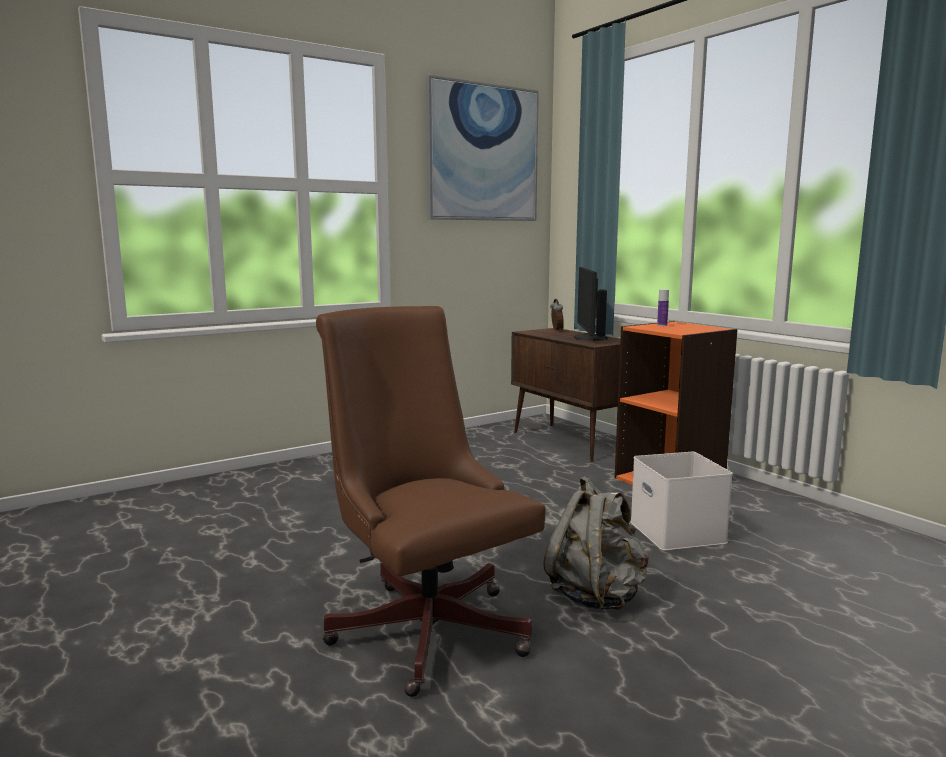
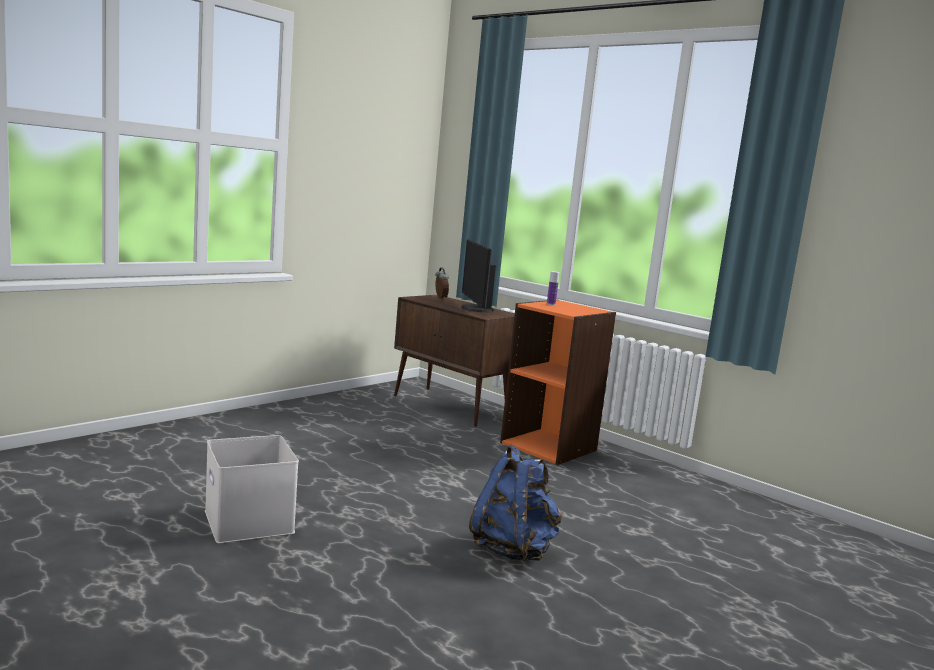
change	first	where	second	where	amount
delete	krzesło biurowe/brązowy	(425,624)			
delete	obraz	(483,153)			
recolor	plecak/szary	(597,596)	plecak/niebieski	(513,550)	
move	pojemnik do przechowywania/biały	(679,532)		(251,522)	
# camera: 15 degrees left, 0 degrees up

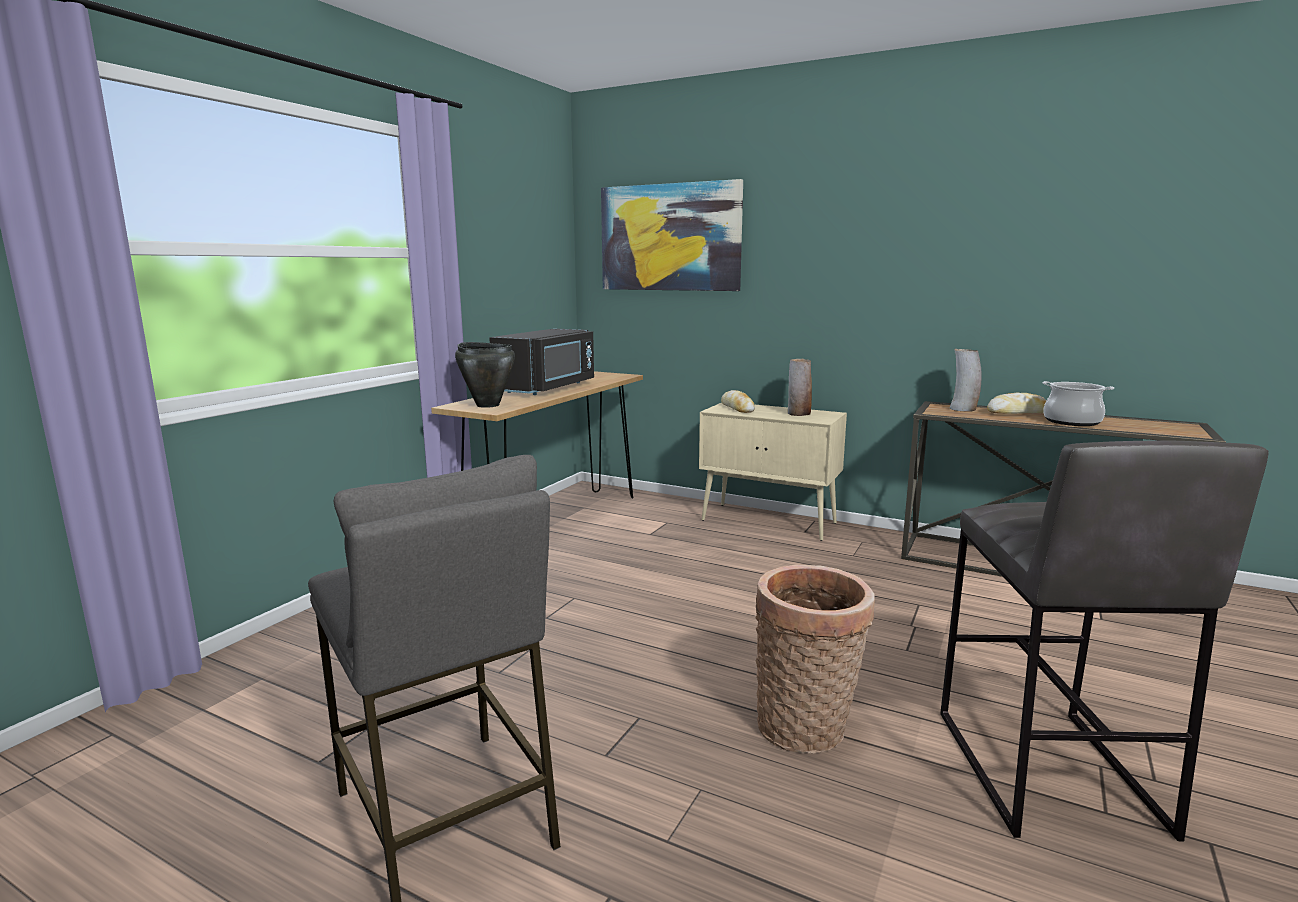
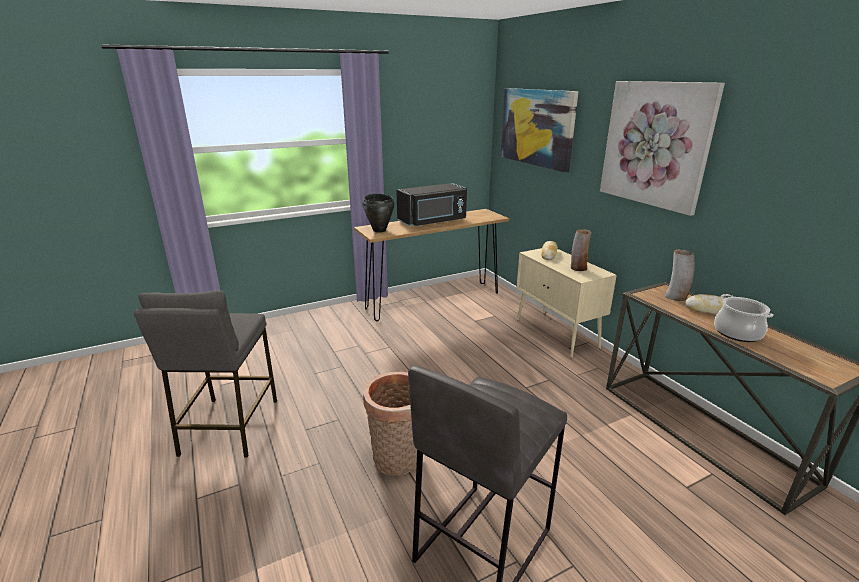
change	first	where	second	where	amount
insert			obraz	(655,144)	
# camera: 35 degrees right, 10 degrees up

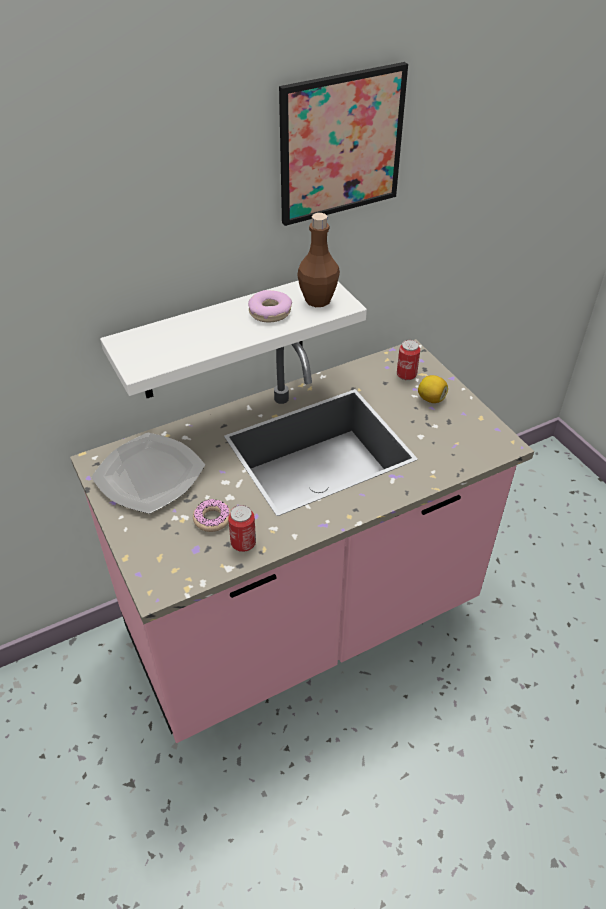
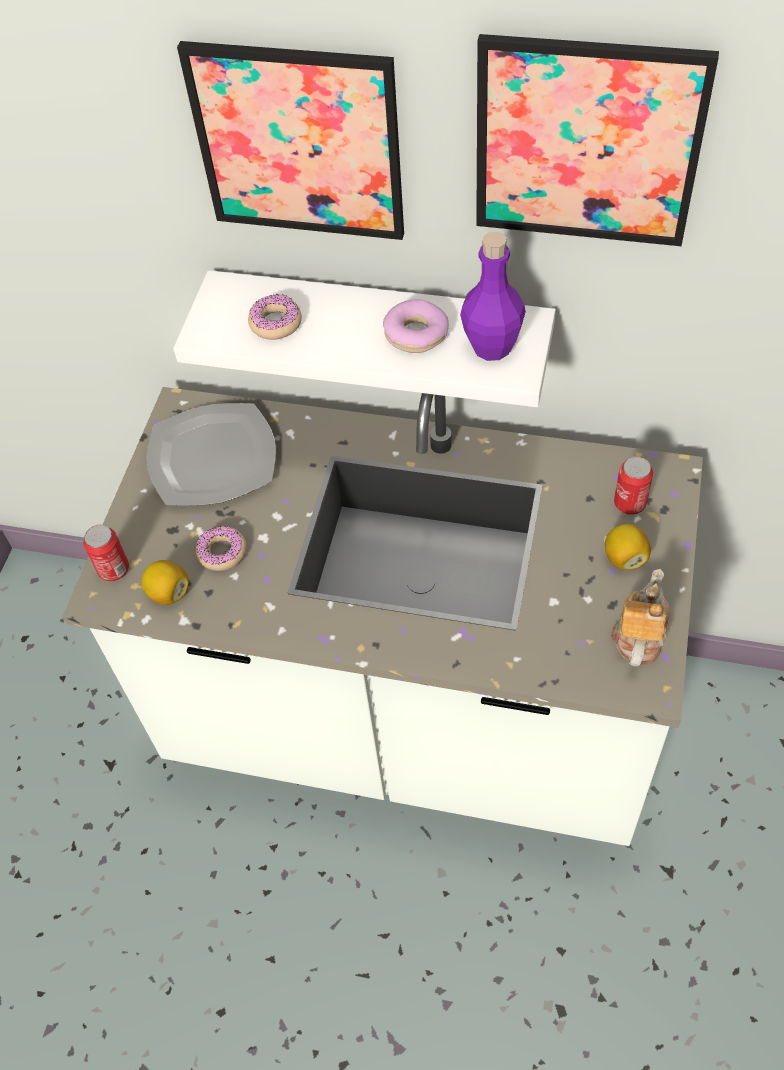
change	first	where	second	where	amount
recolor	zabudowa kuchenna/różowy	(303,622)	zabudowa kuchenna/biały	(410,724)	
move	puszka	(243,543)		(114,569)	
recolor	butelka/brązowy	(318,300)	butelka/fioletowy	(492,347)	
insert			cytryna	(169,593)	
insert			obraz	(298,142)	
insert			donut	(276,323)	
insert			imbryk	(639,635)	
# camera: 45 degrees right, 10 degrees up

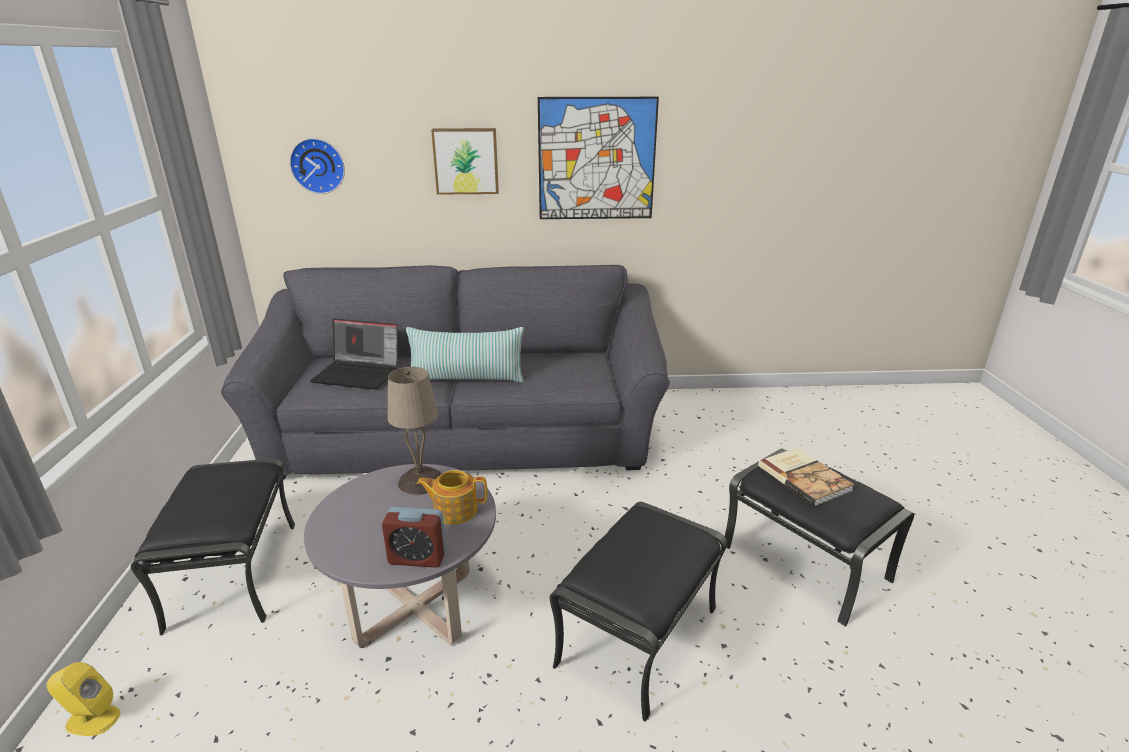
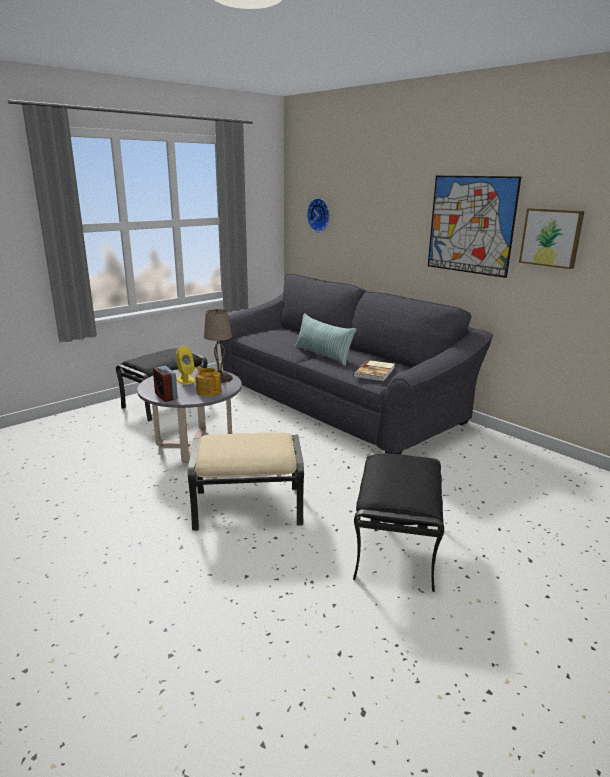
change	first	where	second	where	amount
move	głośnik/żółty	(92,719)		(185,380)	
delete	laptop	(359,374)			
move	obraz	(466,161)		(551,237)	
recolor	pufa/czarny	(637,634)	pufa/beżowy	(249,507)	
move	książka	(804,477)		(375,372)	
# camera: 50 degrees right, 5 degrees down

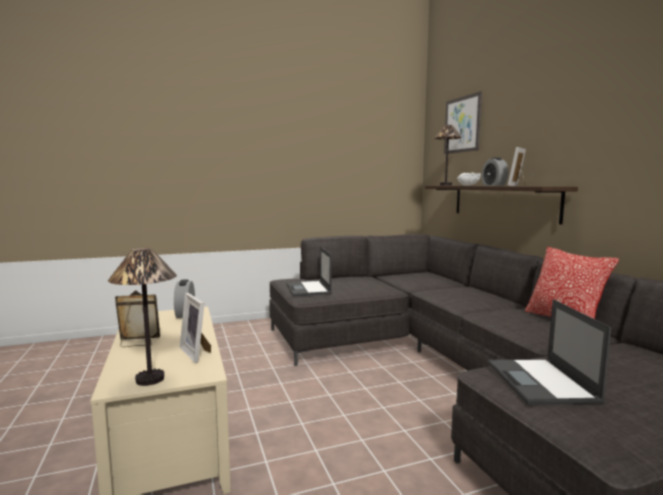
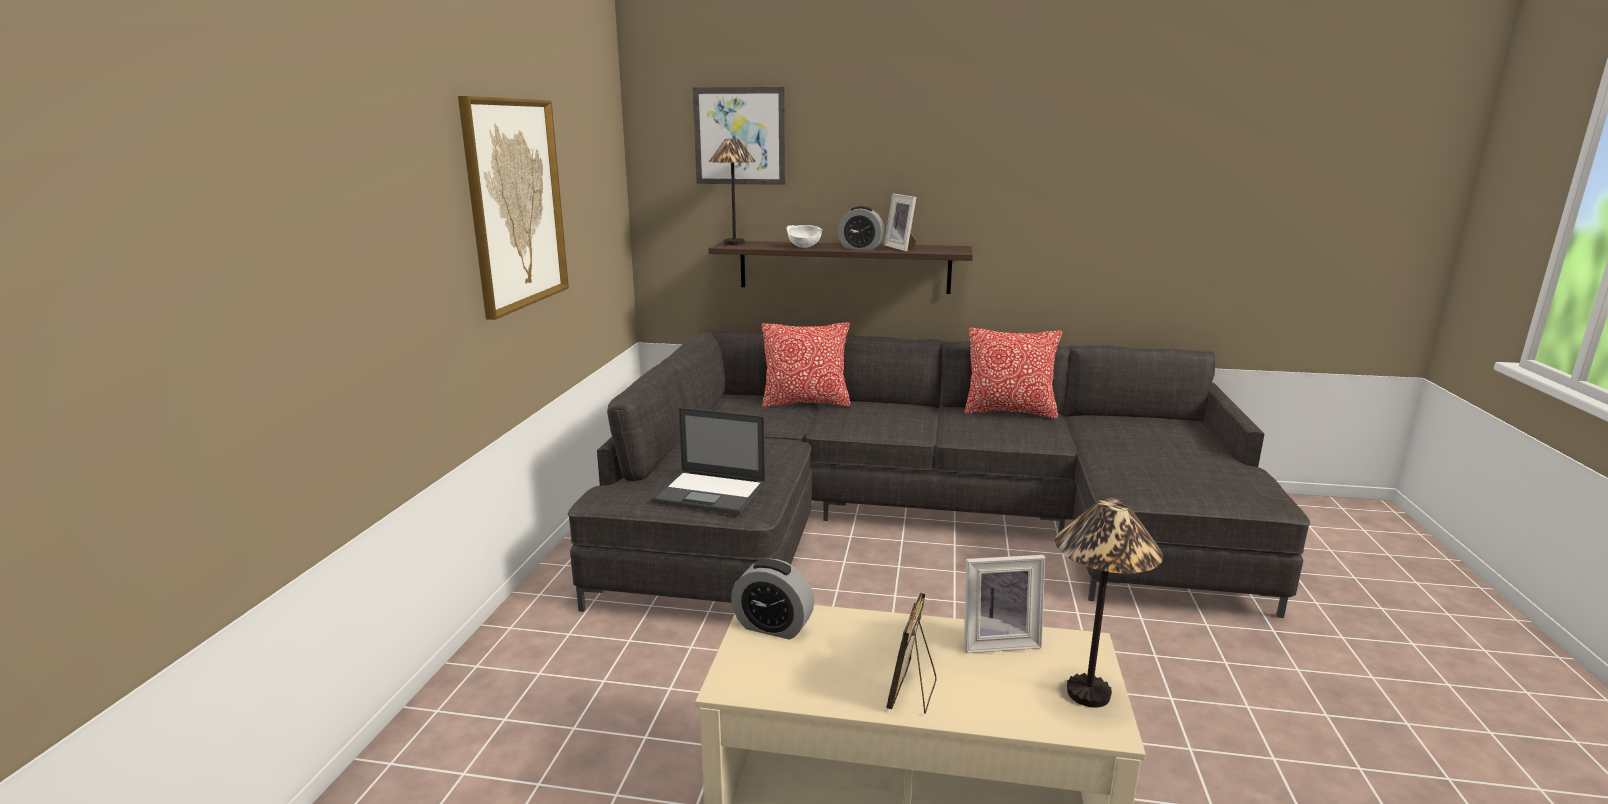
change	first	where	second	where	amount
delete	laptop	(541,382)			
insert			obraz	(515,204)	
insert			poduszka	(806,403)	
# camera: 60 degrees left, 10 degrees up

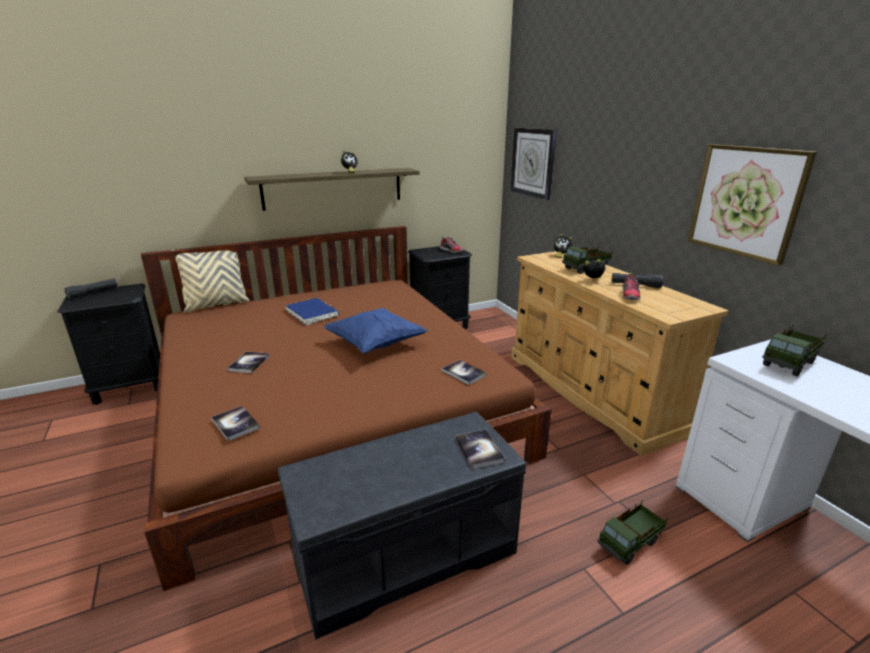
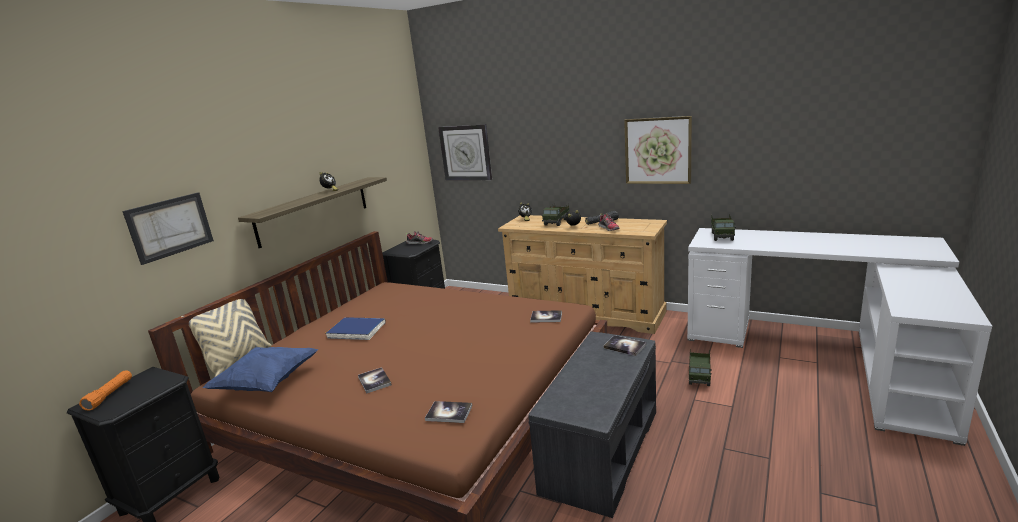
change	first	where	second	where	amount
recolor	latarka/czarny	(93,293)	latarka/pomarańczowy	(110,395)	
move	poduszka/niebieski	(375,344)		(267,383)	
insert			obraz	(170,227)	
# camera: 35 degrees left, 5 degrees down

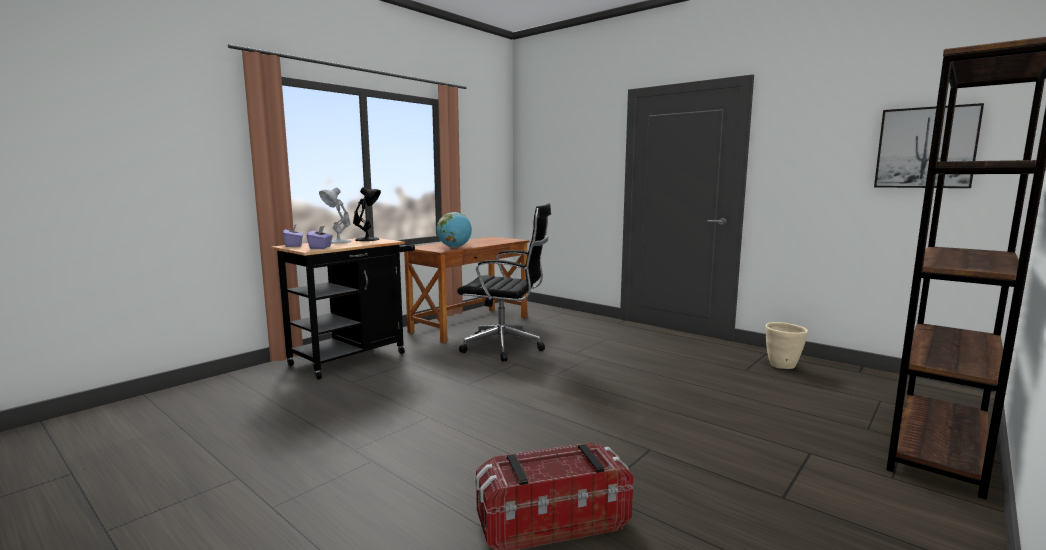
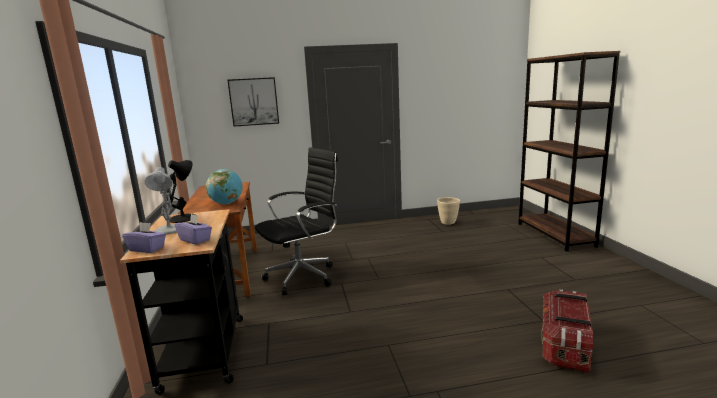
change	first	where	second	where	amount
move	obraz	(926,148)		(254,101)	
# camera: 50 degrees left, 5 degrees up

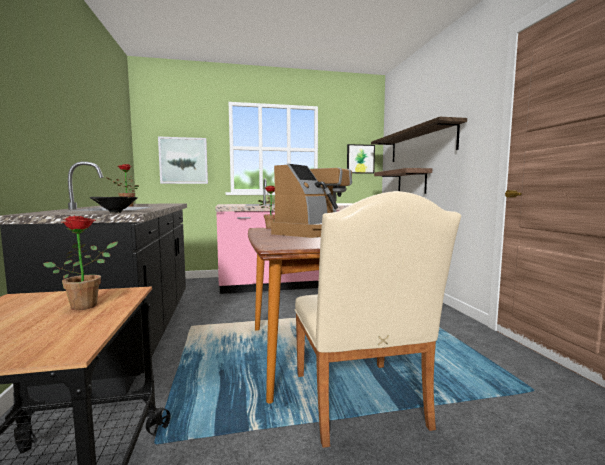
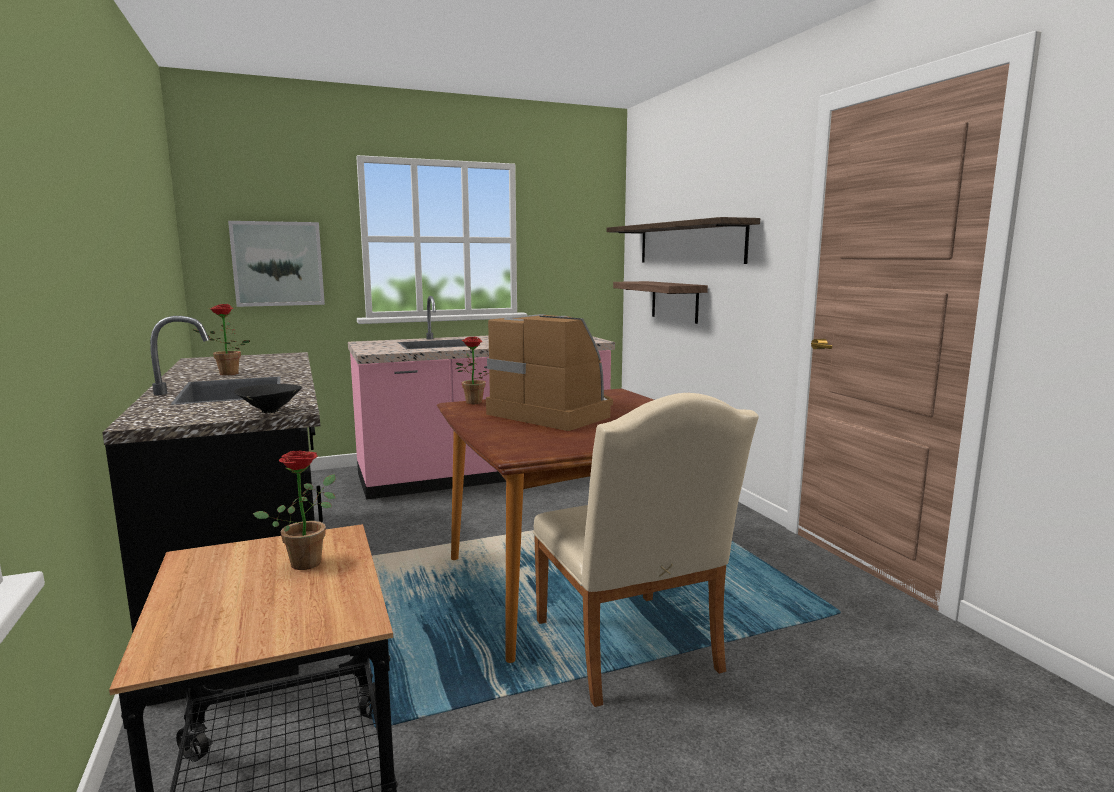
change	first	where	second	where	amount
rotate	ekspres do kawy	(318,232)		(553,413)	75 degrees counterclockwise
delete	obraz	(360,159)			
# camera: 10 degrees left, 5 degrees up

